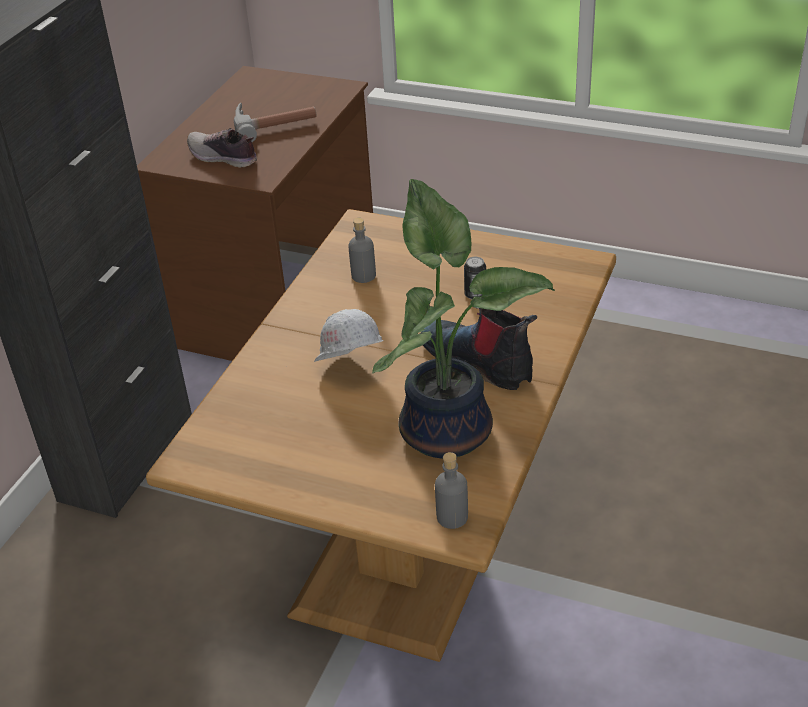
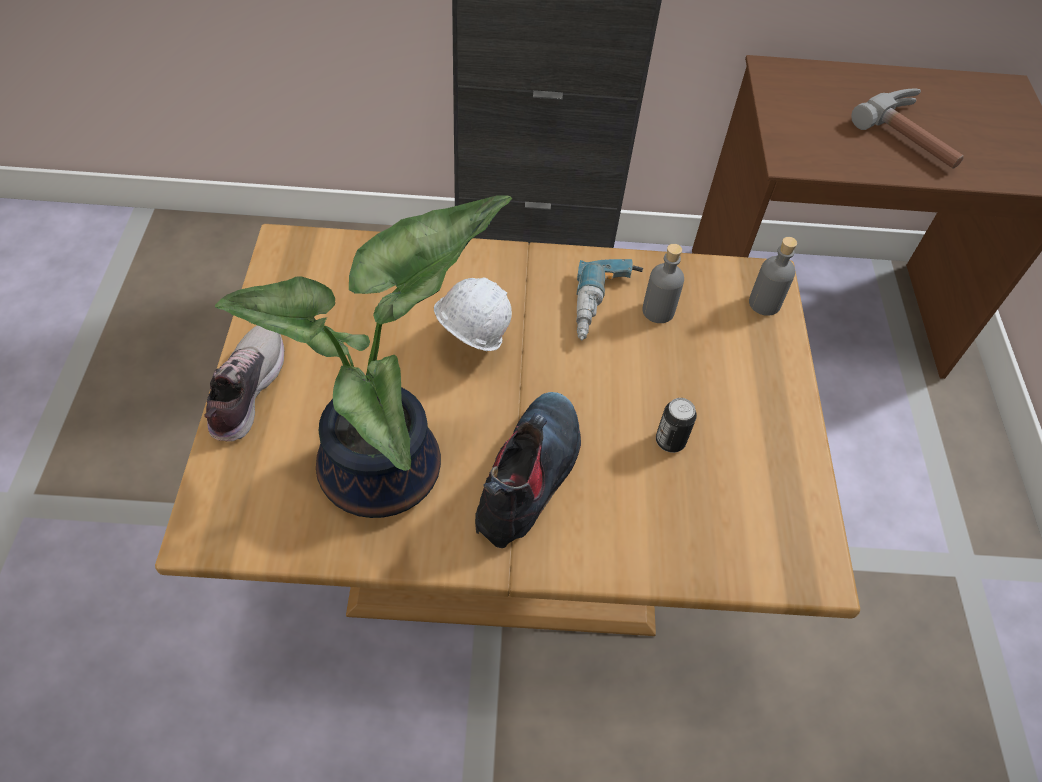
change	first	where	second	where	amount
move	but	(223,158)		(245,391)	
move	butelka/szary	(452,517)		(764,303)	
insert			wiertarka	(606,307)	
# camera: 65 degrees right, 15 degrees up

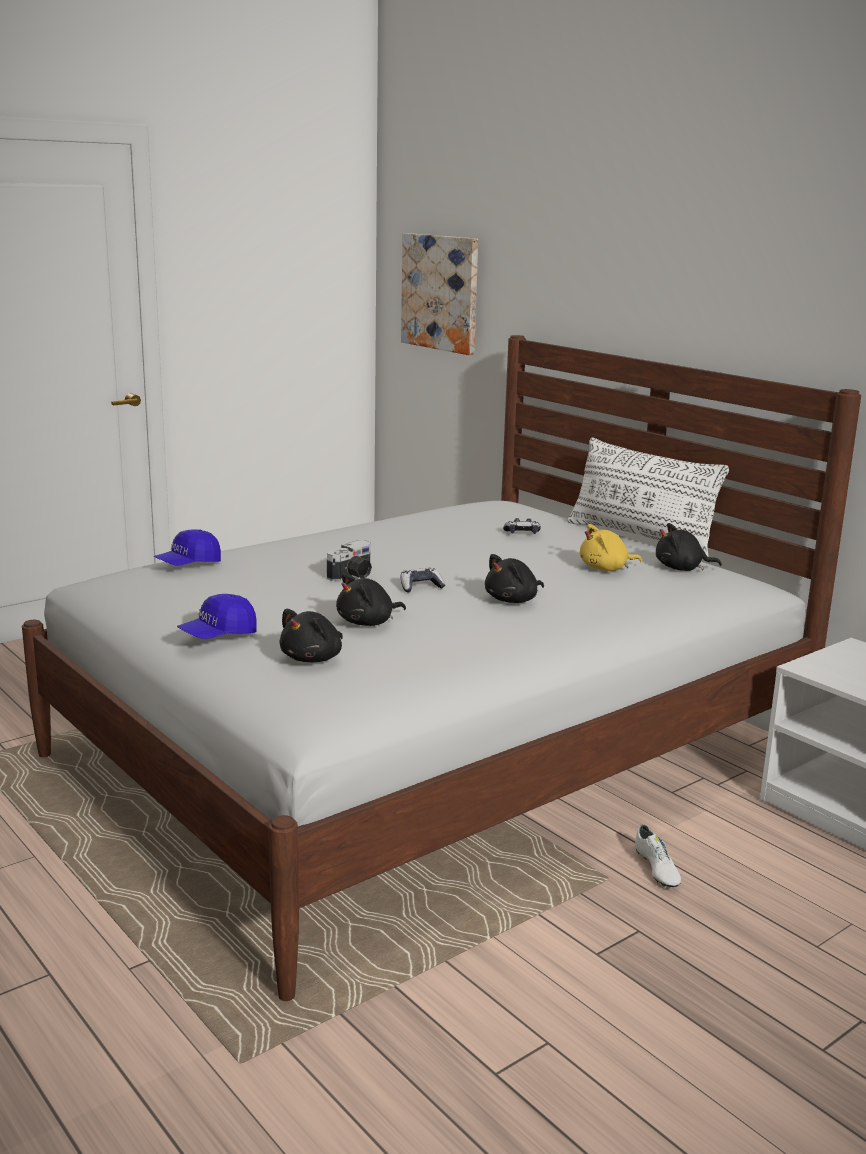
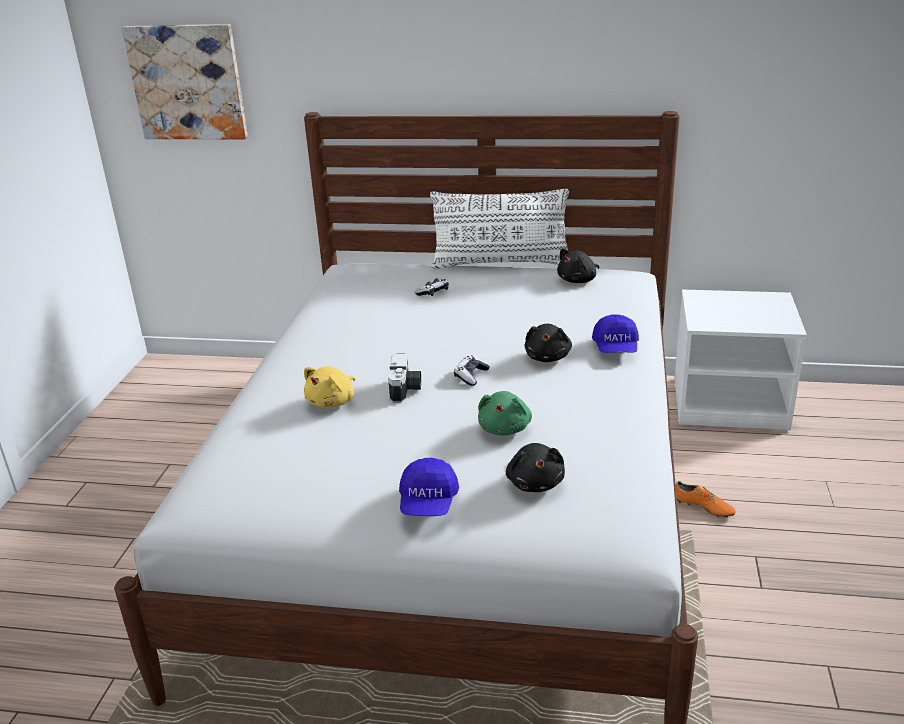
change	first	where	second	where	amount
move	czapka z daszkiem/niebieski	(188,564)		(616,348)	
recolor	pluszak/czarny	(368,622)	pluszak/zielony	(505,428)	
move	pluszak/żółty	(606,569)		(332,402)	
recolor	but/biały	(656,869)	but/pomarańczowy	(703,508)	
# camera: 40 degrees left, 10 degrees up

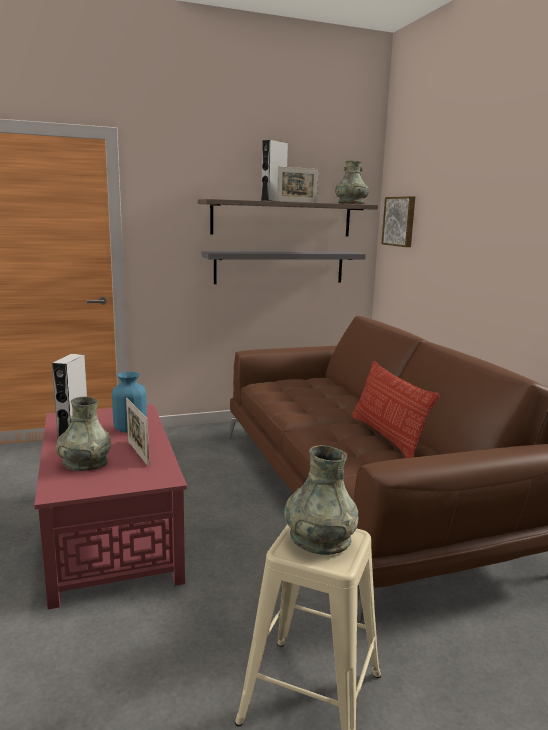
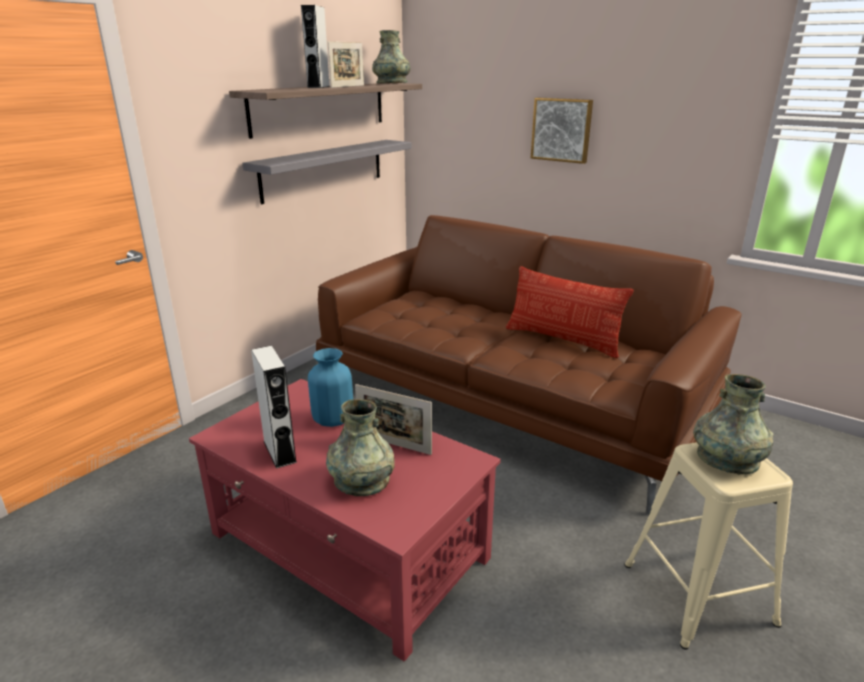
change	first	where	second	where	amount
move	obraz	(400,221)		(562,130)	
# camera: 35 degrees left, 10 degrees up

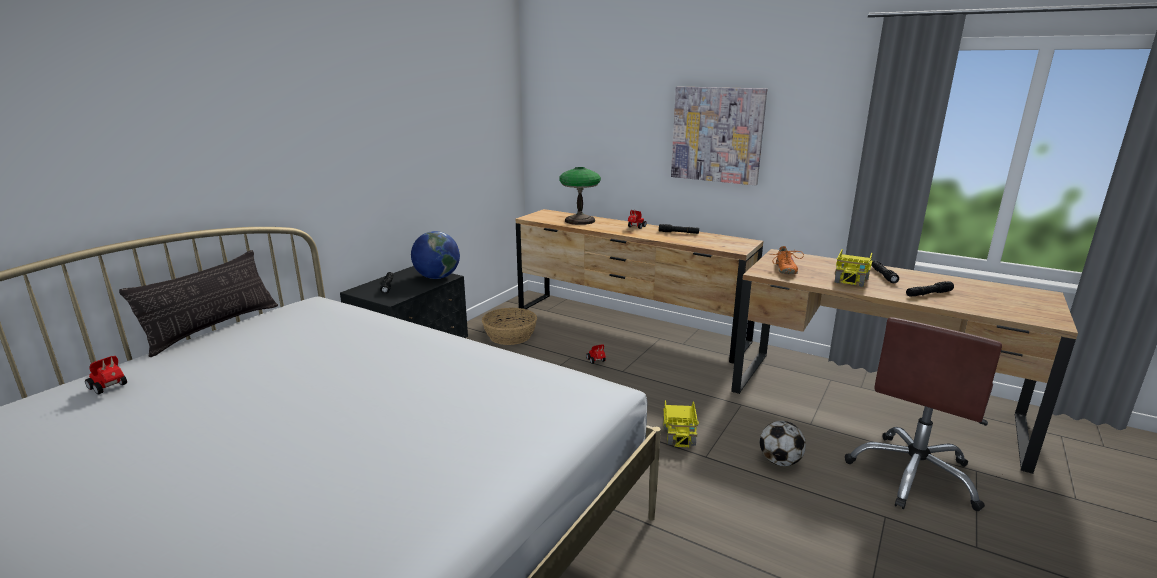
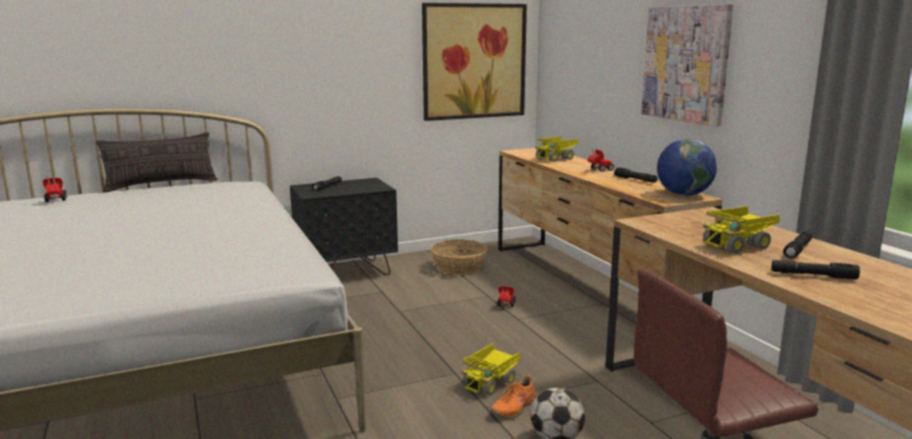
change	first	where	second	where	amount
move	globus	(437,277)		(684,195)	
replace	lampa stołowa	(580,221)	ciężarówka zabawkowa	(556,159)	
move	but/pomarańczowy	(784,270)		(513,407)	
insert			obraz	(474,61)	
# camera: 35 degrees right, 5 degrees down

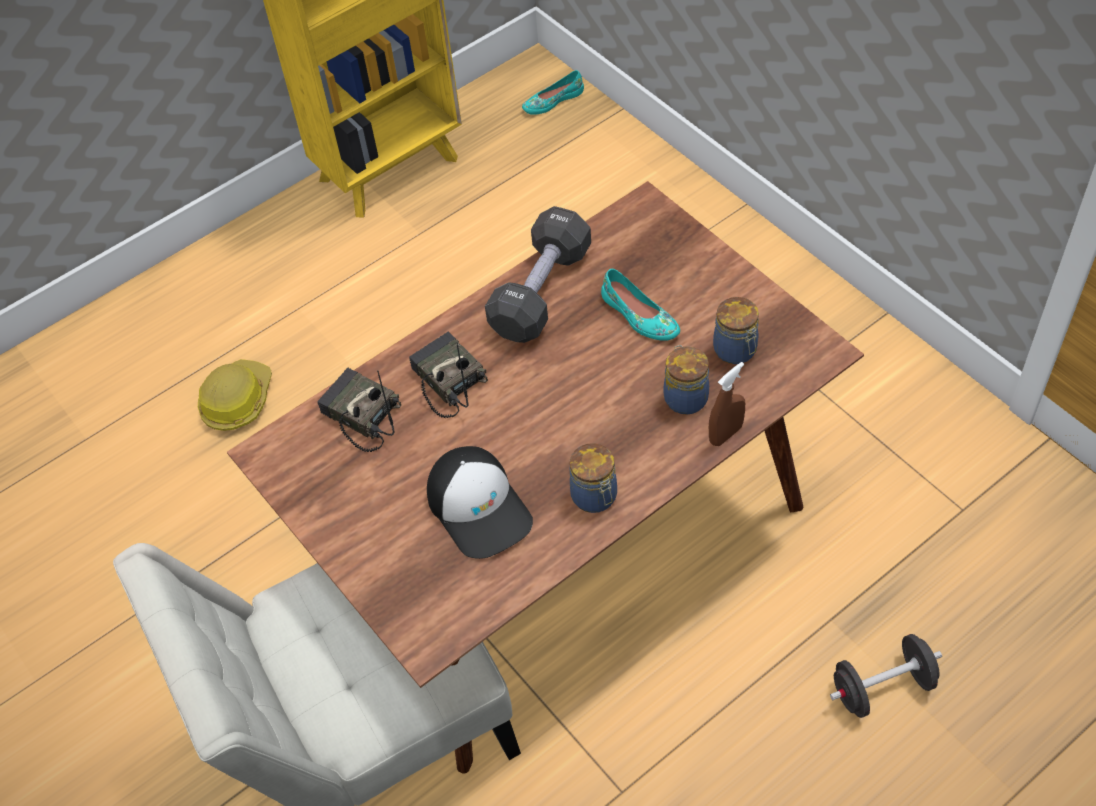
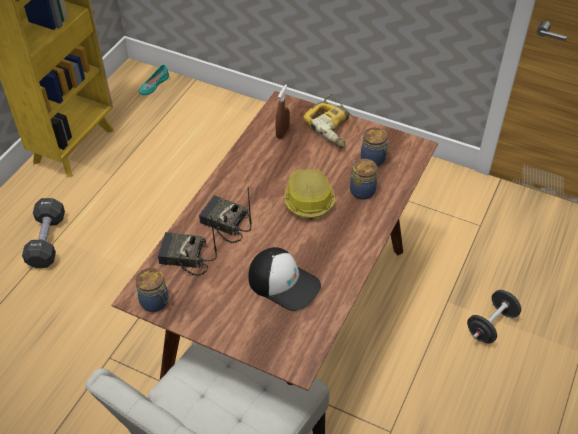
change	first	where	second	where	amount
move	kask	(237,401)		(308,198)	
move	hantel/czarny	(541,291)		(47,241)	
move	słoik	(595,497)		(155,302)	
delete	but/turkusowy	(639,316)			
move	spryskiwacz/brązowy	(725,434)		(282,132)	
insert			wiertarka	(334,127)	
# camera: 30 degrees left, 5 degrees down

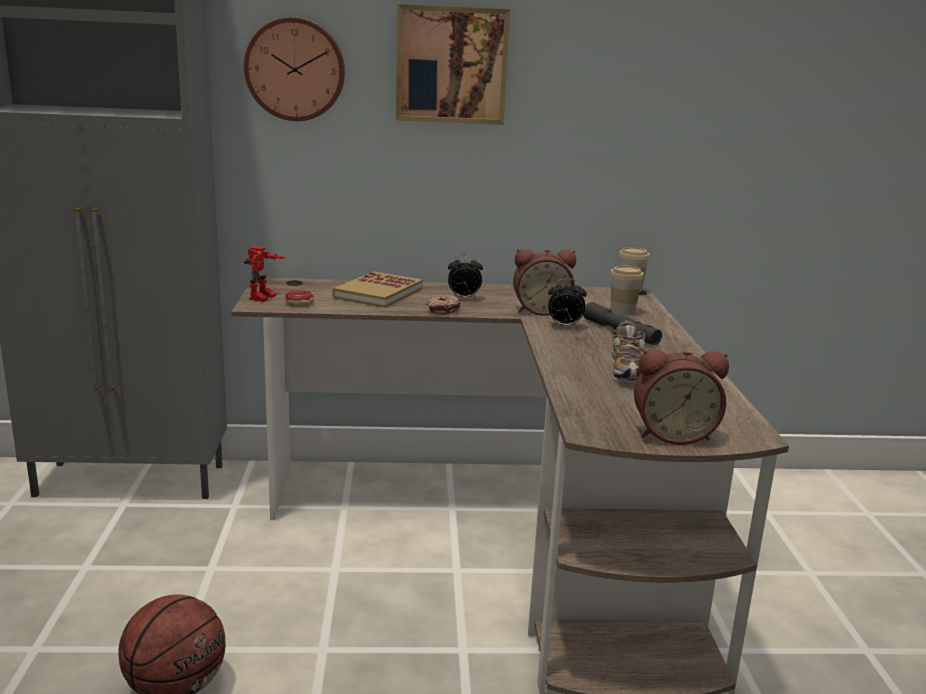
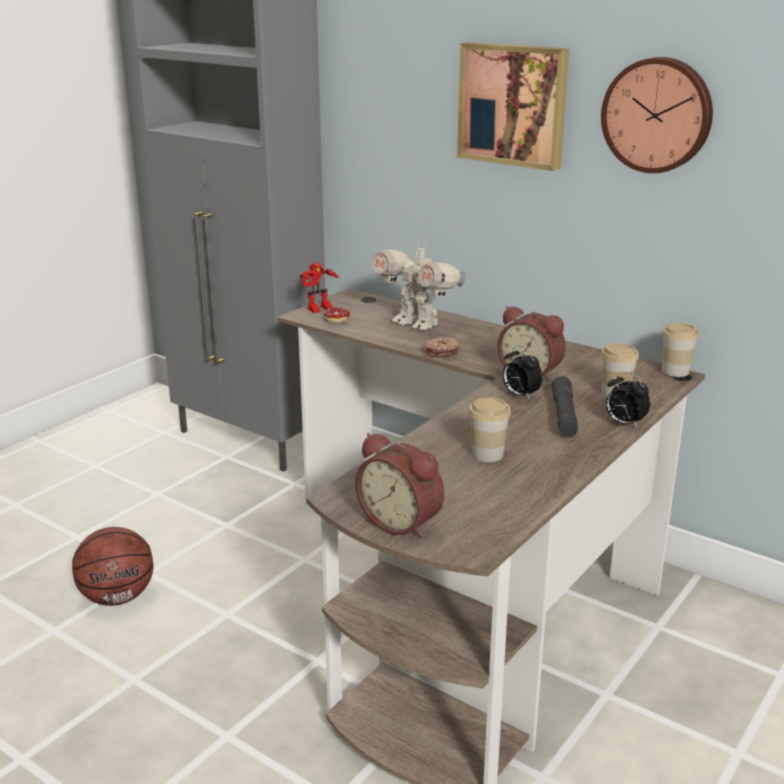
change	first	where	second	where	amount
move	zegar ścienny	(295,69)		(658,115)	
replace	książka	(378,293)	robot zabawkowy	(417,324)	
move	budzik	(463,298)		(624,424)	
replace	but	(628,371)	filiżanka	(487,454)	
# camera: 40 degrees right, 5 degrees up

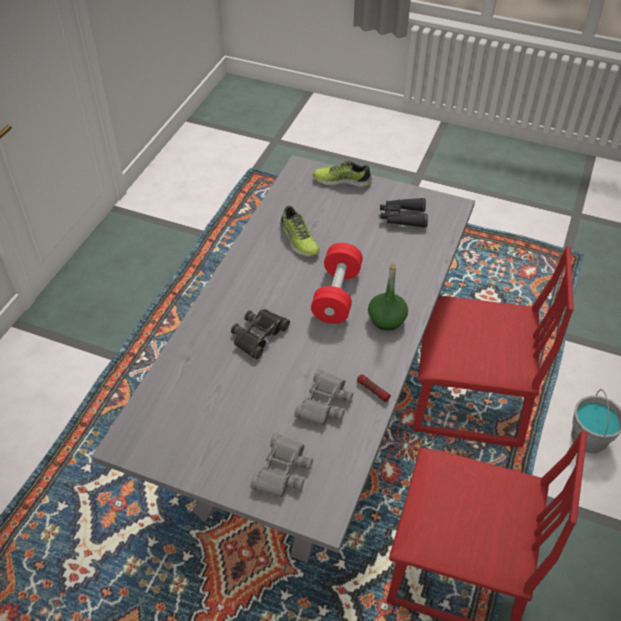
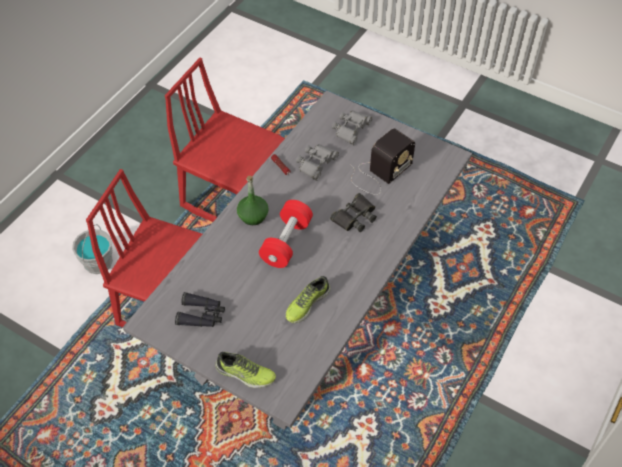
change	first	where	second	where	amount
rotate	but	(298,240)		(306,303)	120 degrees counterclockwise
insert			radio	(379,173)	
# camera: 170 degrees left, 5 degrees up

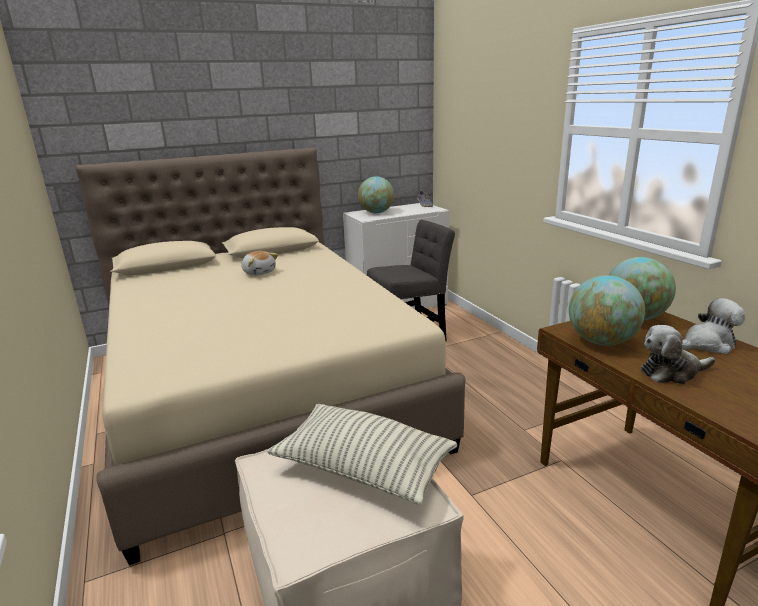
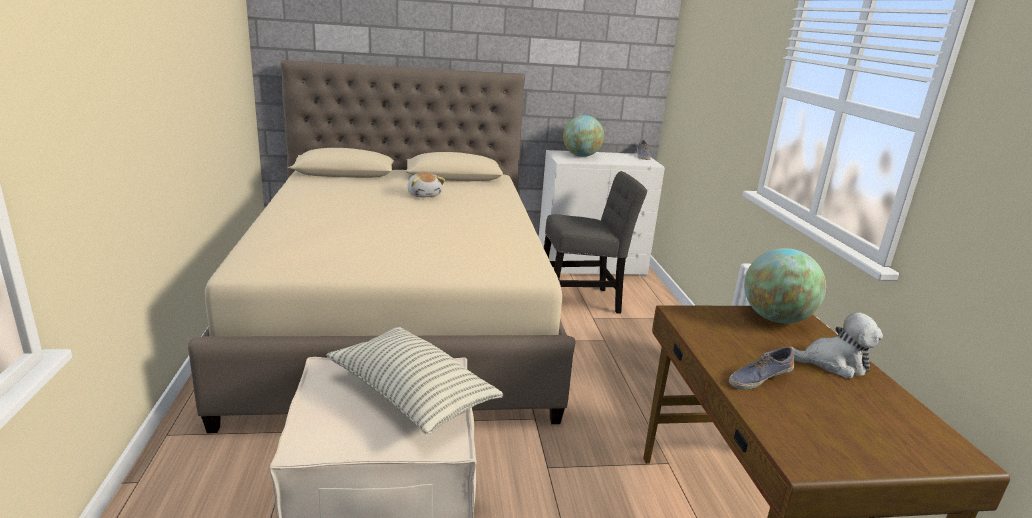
change	first	where	second	where	amount
delete	globus	(601,341)			
replace	pluszak	(671,372)	but	(758,379)	
# camera: 15 degrees right, 0 degrees up

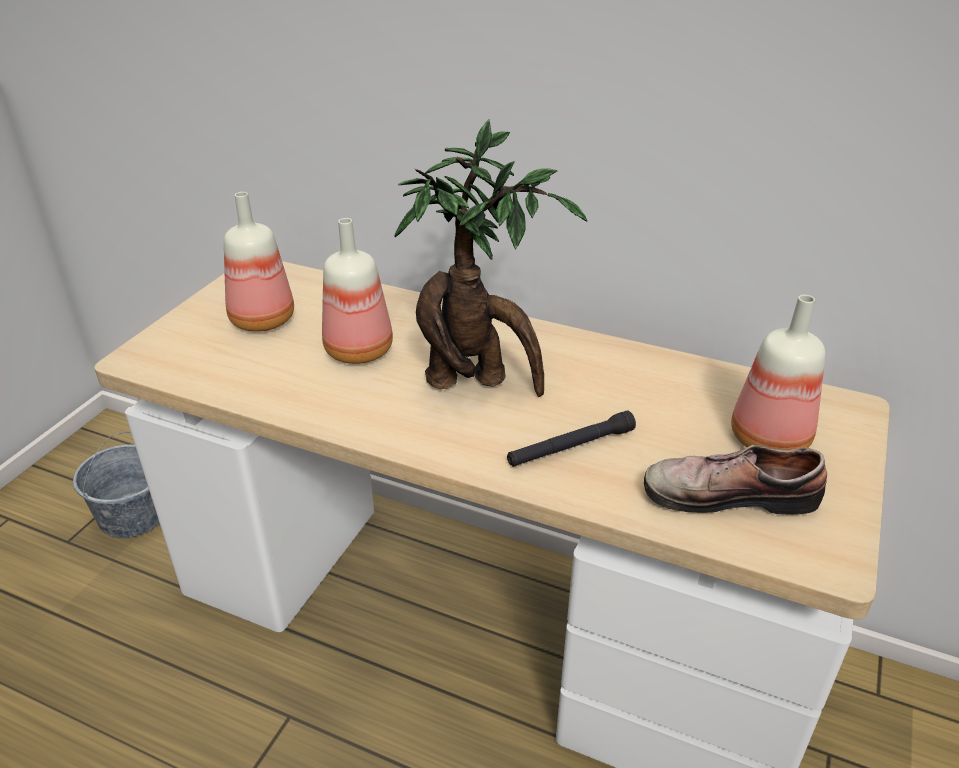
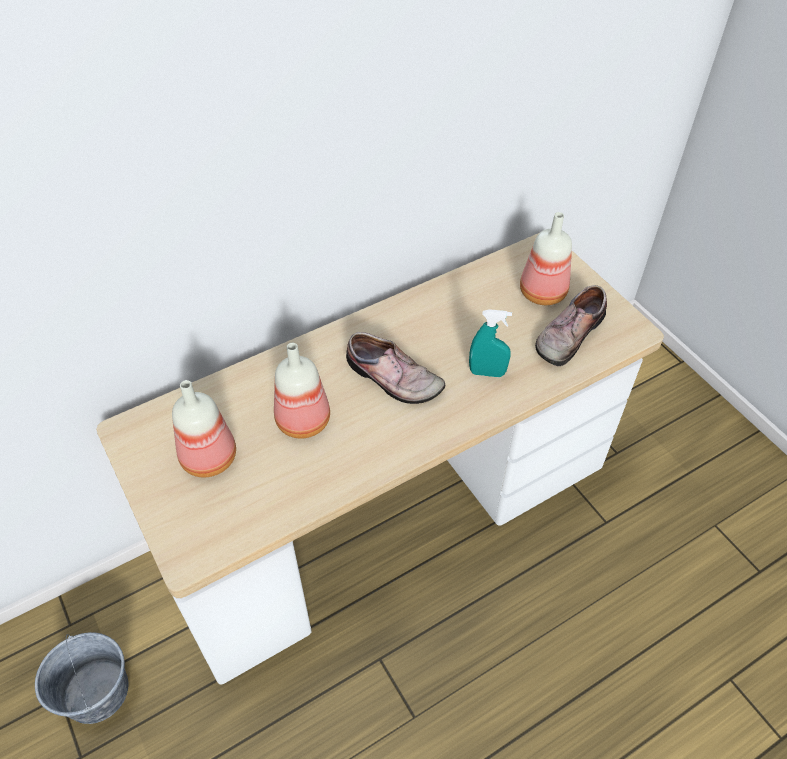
change	first	where	second	where	amount
replace	roślina doniczkowa	(477,382)	but	(392,379)	
replace	latarka/czarny	(570,447)	spryskiwacz/turkusowy	(487,372)	
# camera: 55 degrees left, 15 degrees up

